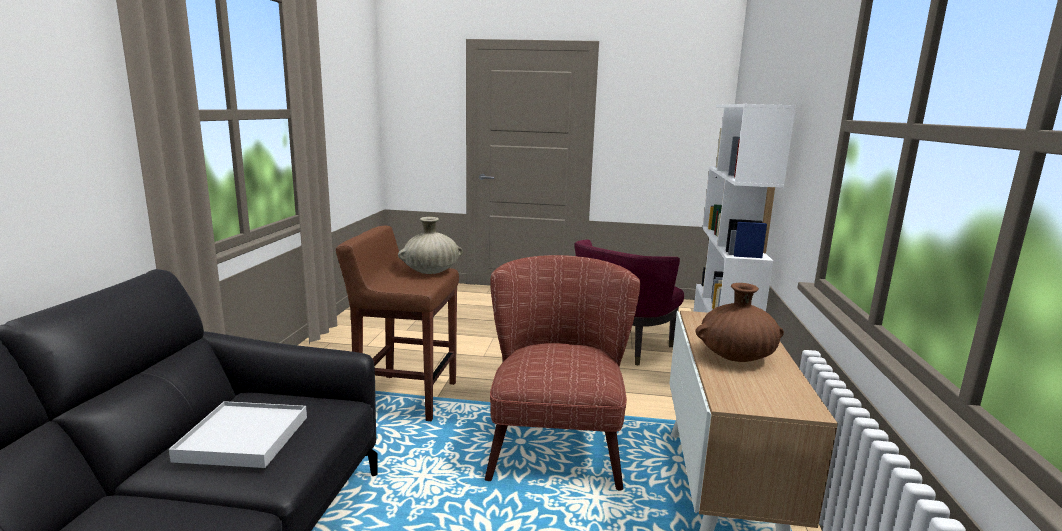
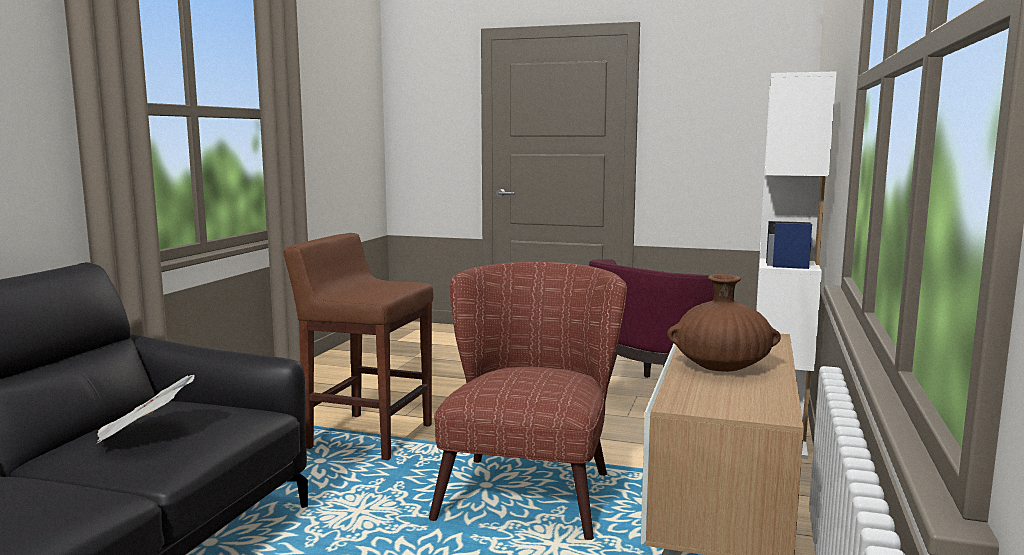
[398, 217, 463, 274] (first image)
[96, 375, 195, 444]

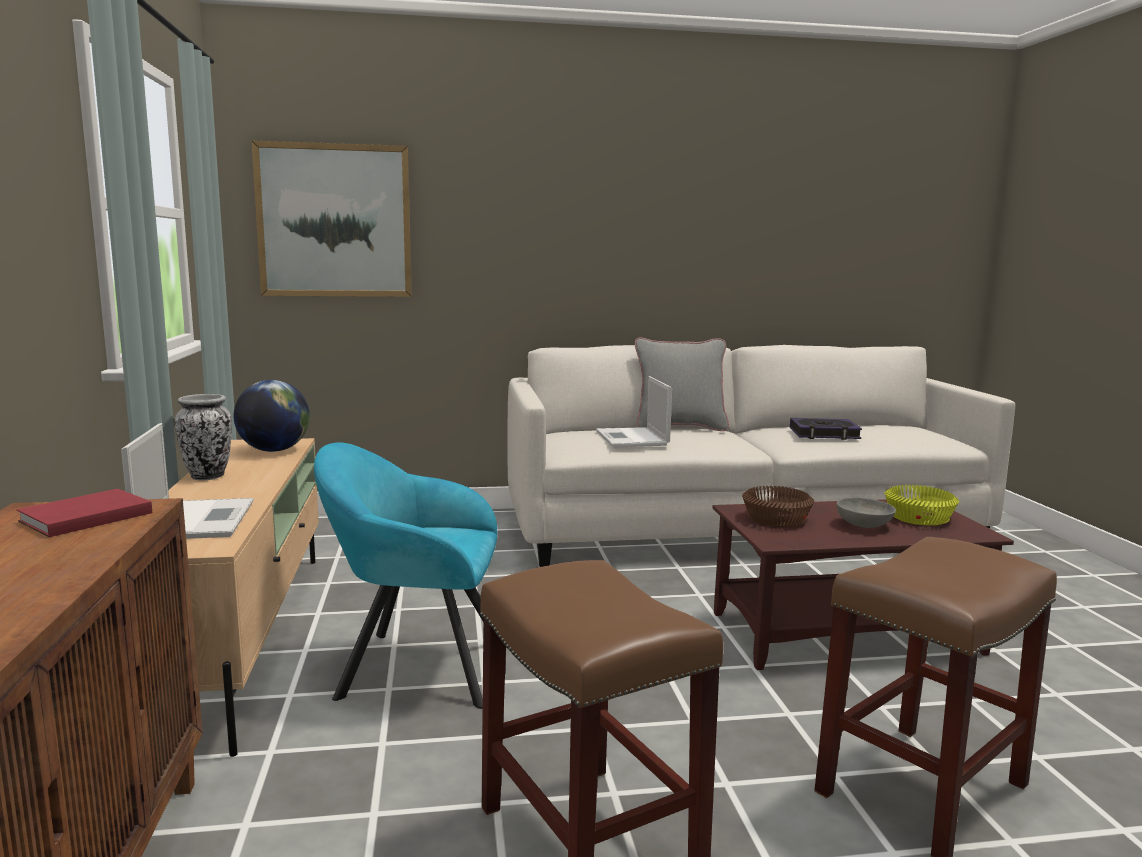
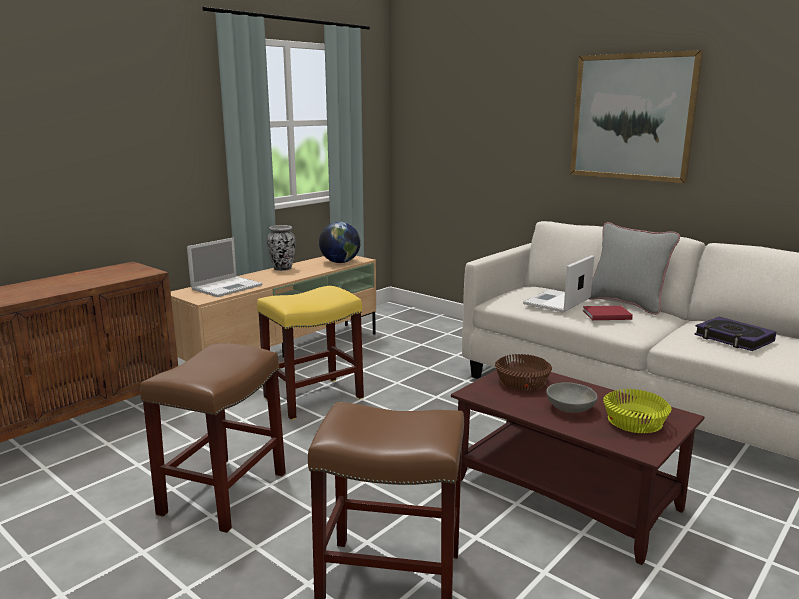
[570, 50, 703, 183]
[257, 286, 364, 420]
[583, 306, 633, 320]

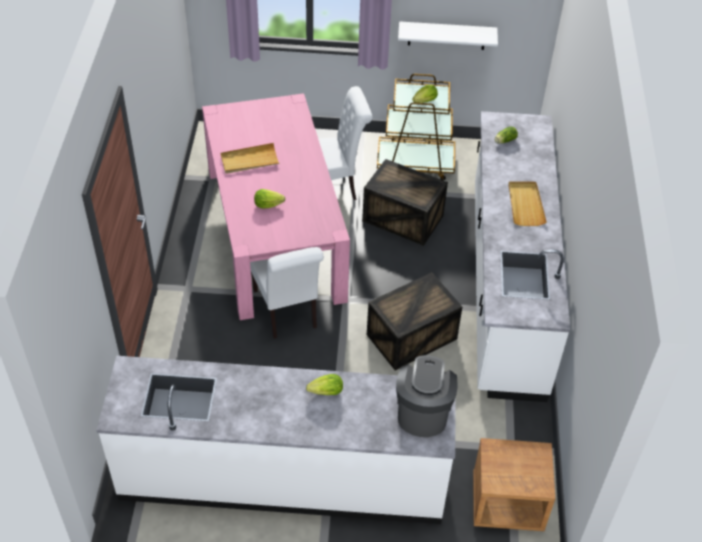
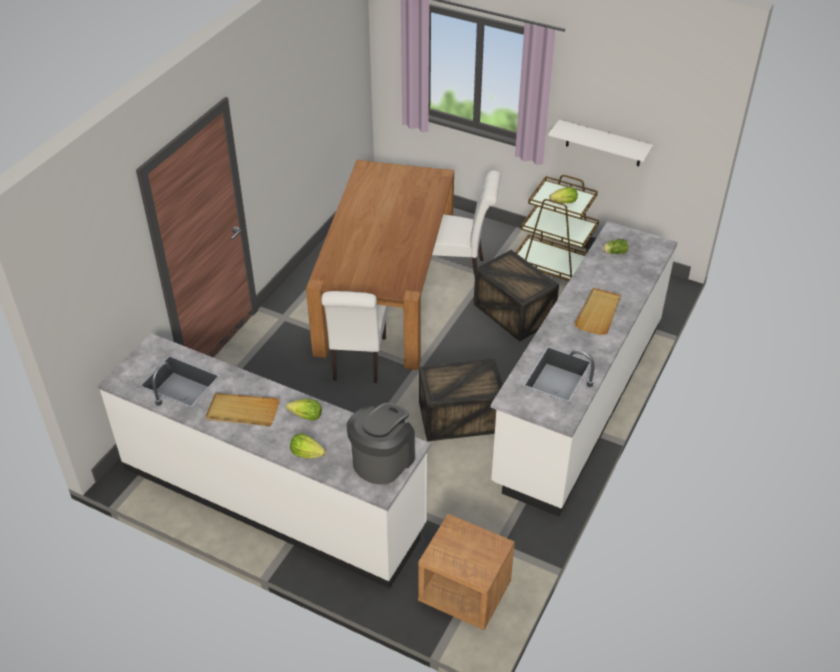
[306, 160, 454, 370]
[205, 393, 279, 427]
[290, 433, 326, 458]

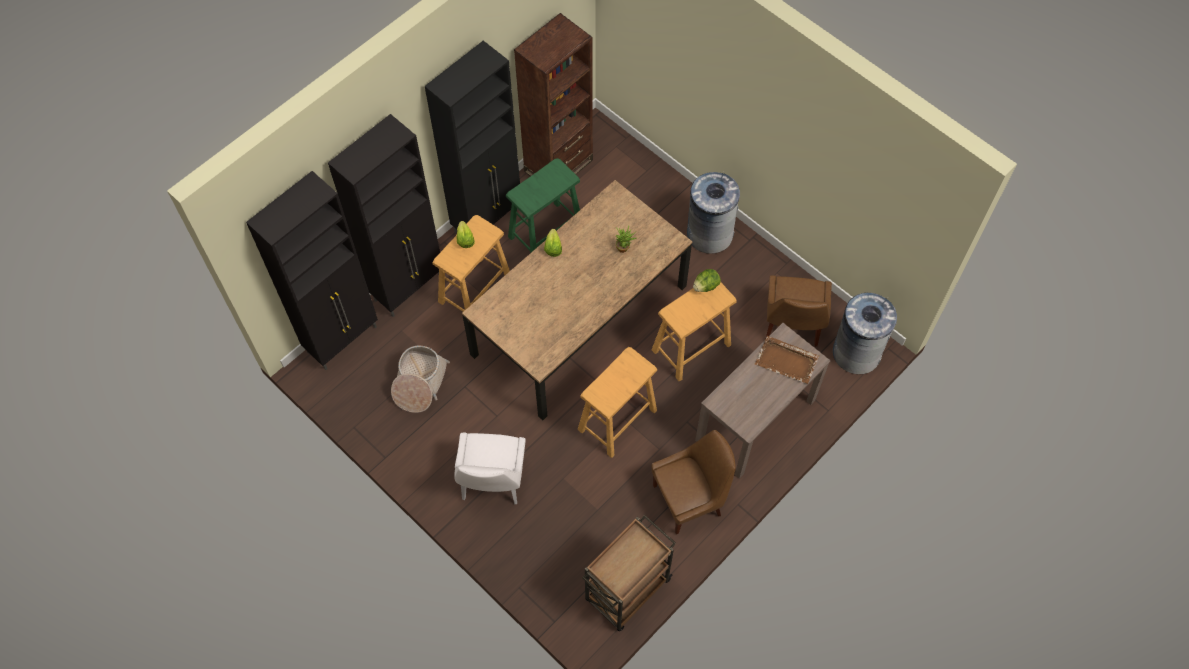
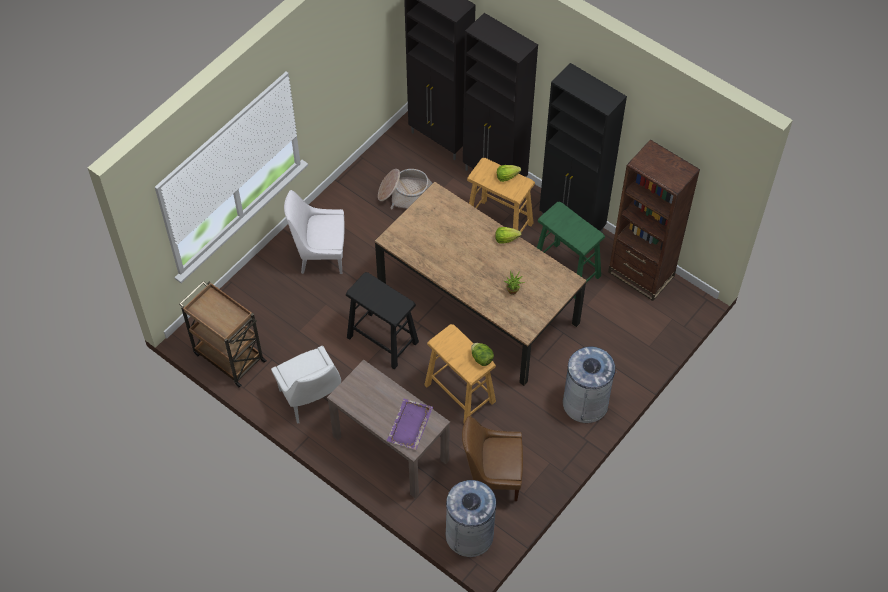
[387, 398, 433, 450]
[346, 272, 419, 369]
[271, 346, 341, 424]

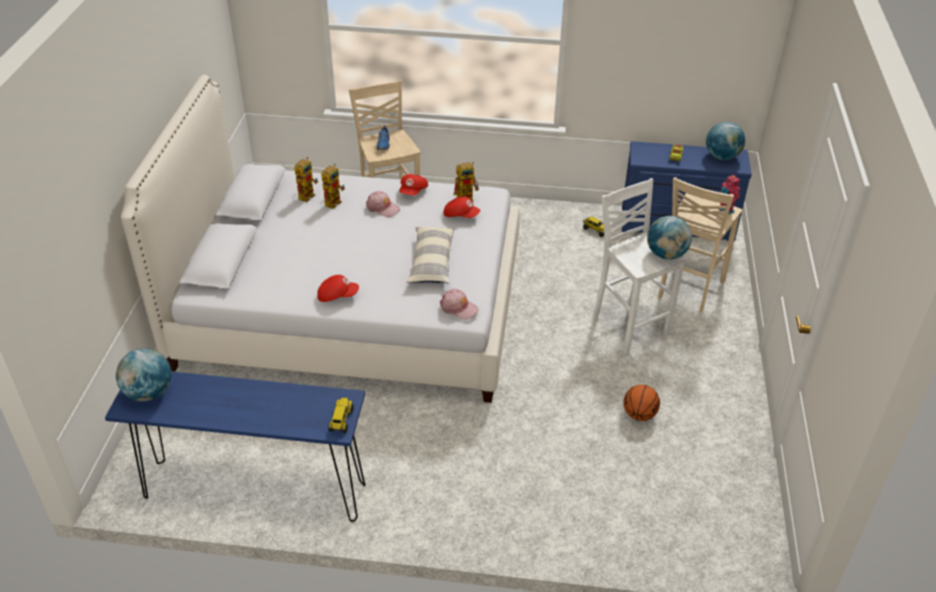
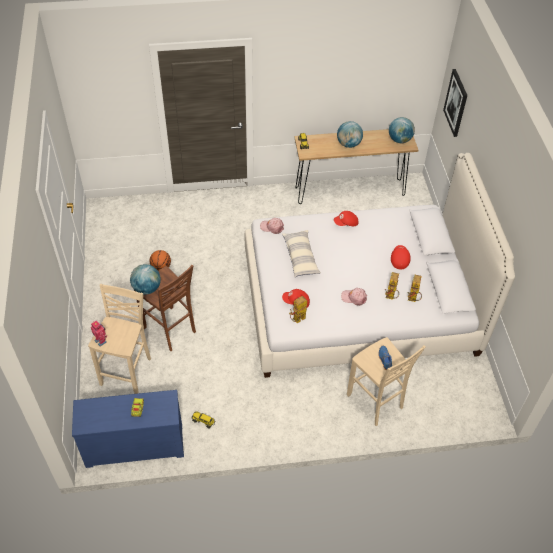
[337, 121, 363, 148]
[391, 245, 411, 270]
[134, 265, 196, 351]
[294, 129, 418, 204]
[443, 69, 468, 137]

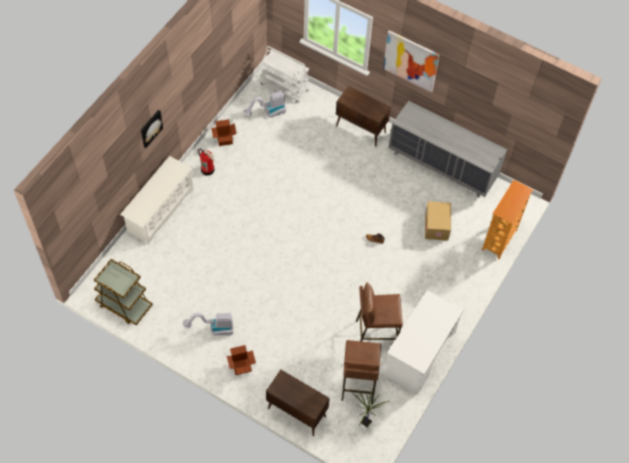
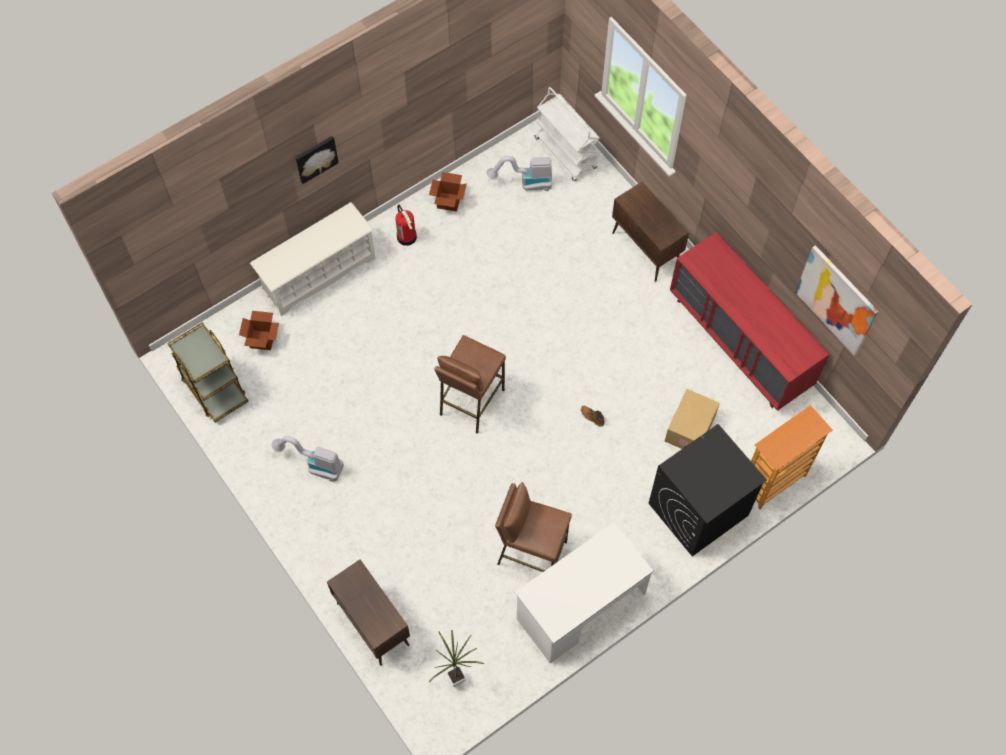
[795, 245, 879, 356]
[670, 232, 830, 411]
[434, 335, 506, 434]
[239, 311, 279, 350]
[649, 424, 767, 556]

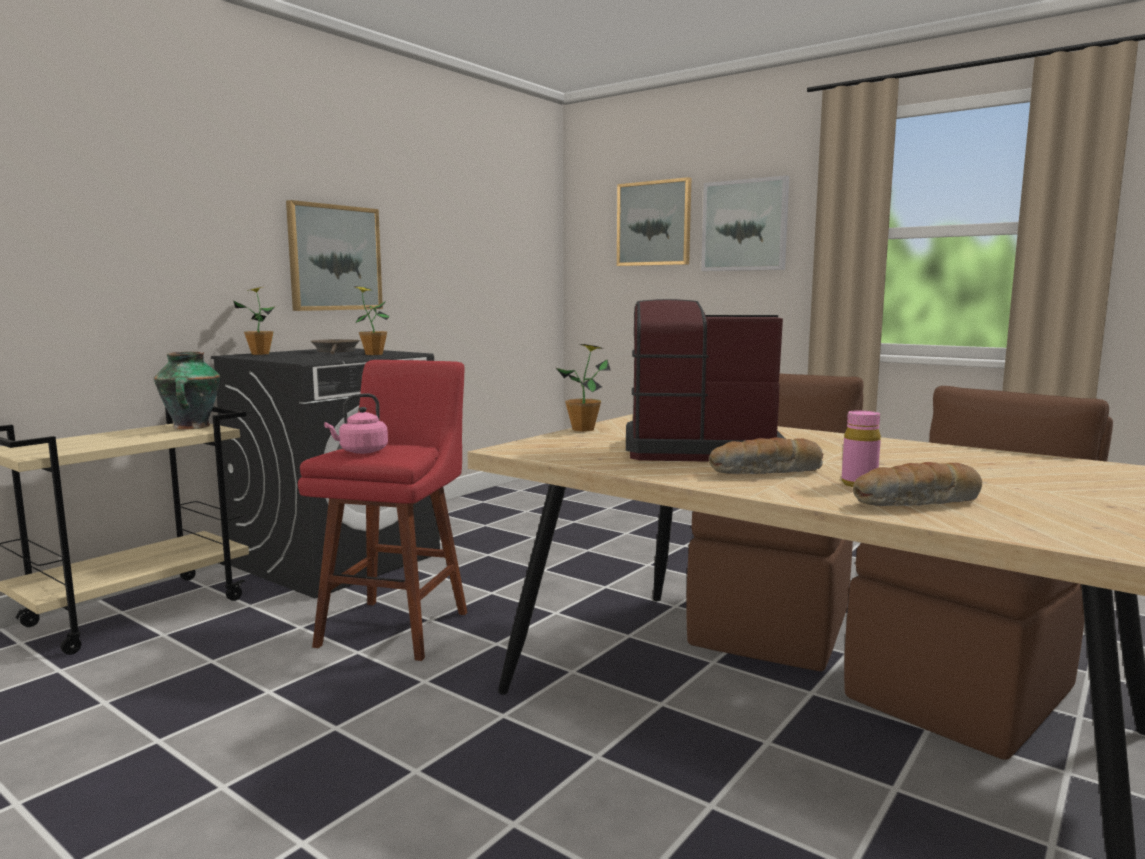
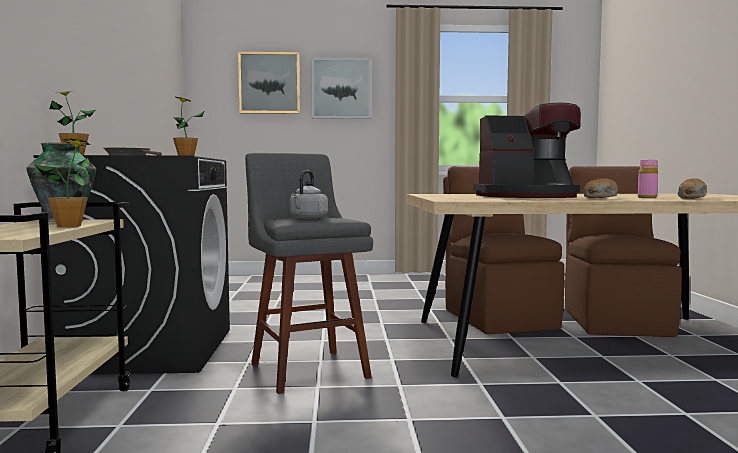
[286, 200, 383, 311] (first image)
[474, 103, 581, 198]
[35, 139, 94, 227]
[245, 153, 373, 394]
[290, 170, 328, 219]

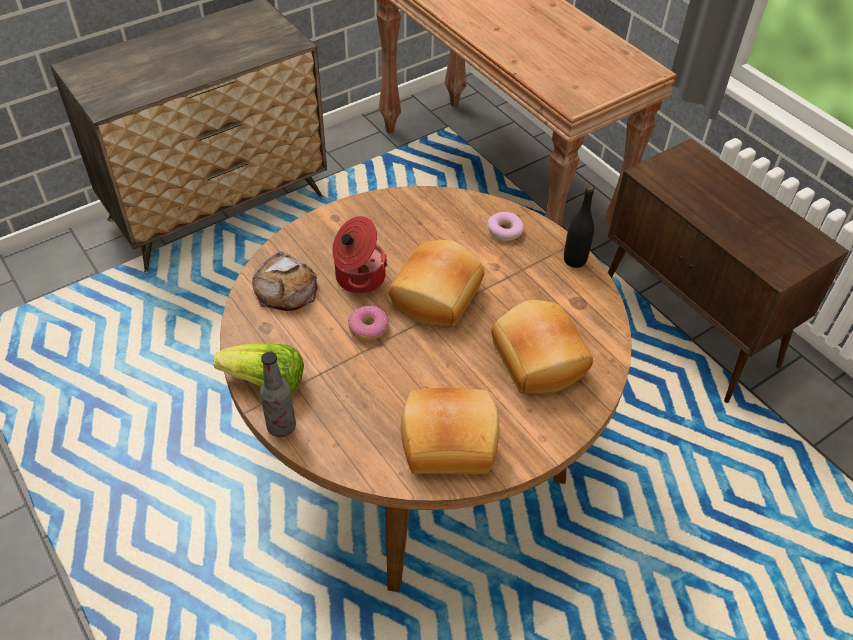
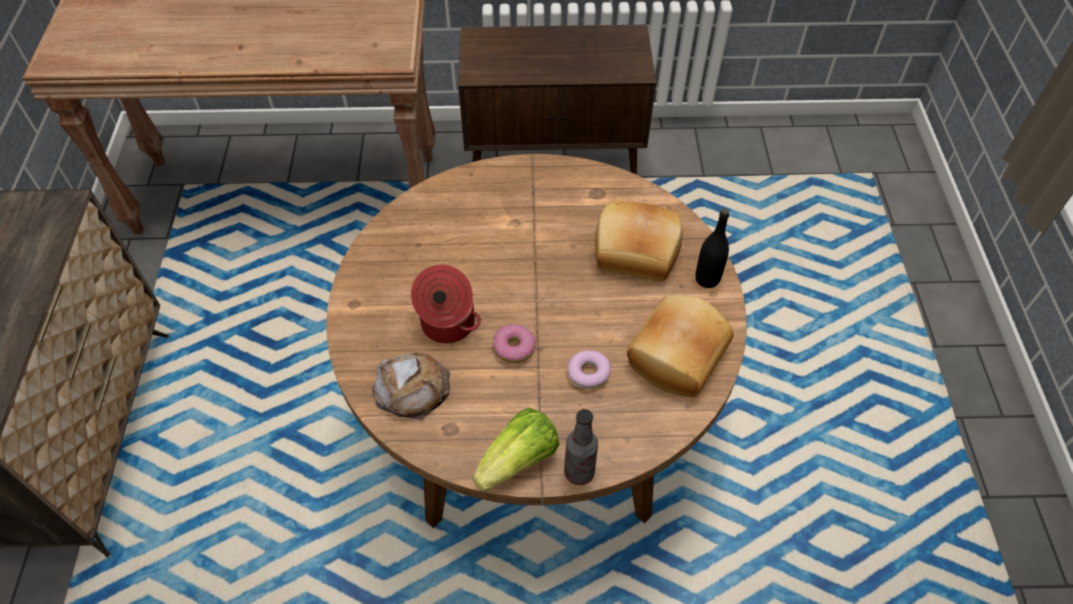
[695, 209, 729, 288]
[568, 350, 611, 389]
[389, 240, 485, 328] (first image)

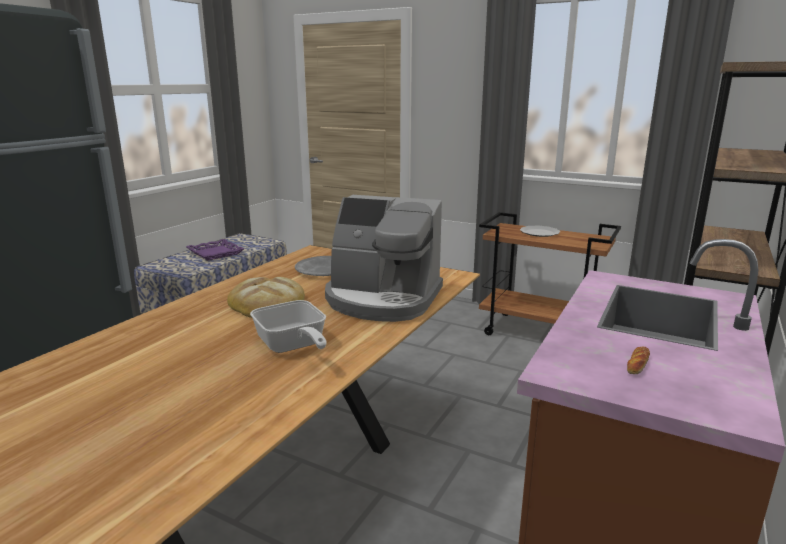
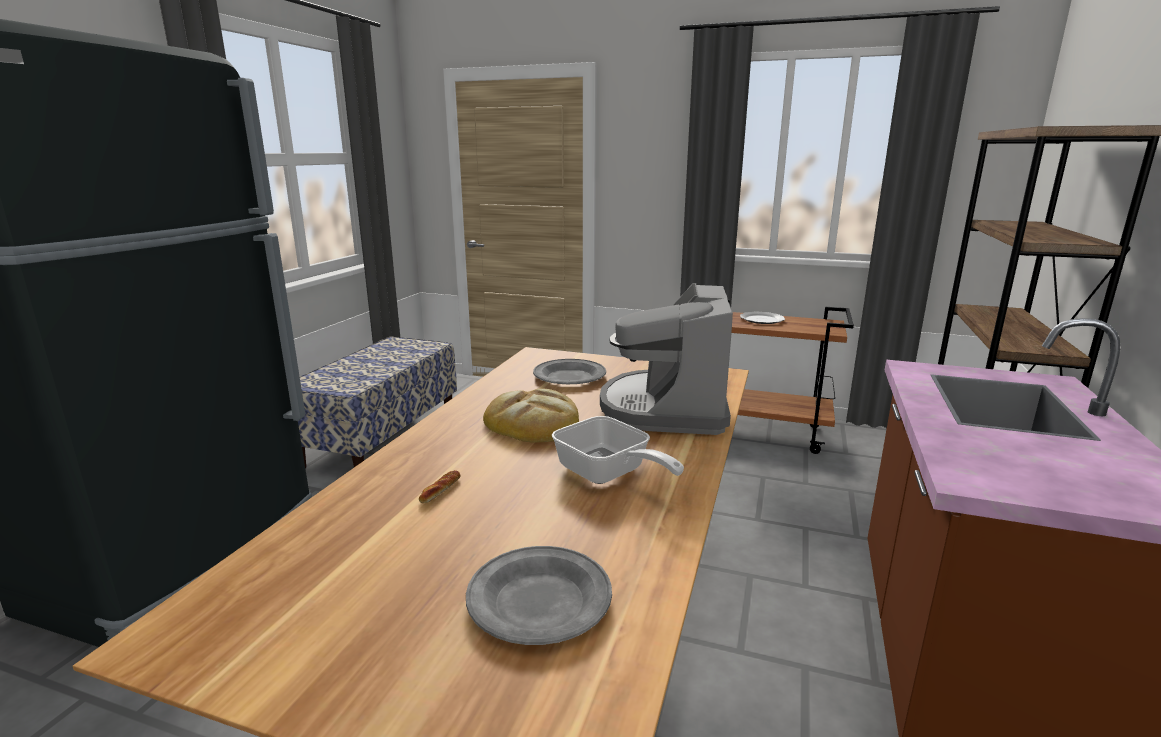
[600, 283, 733, 435]
[186, 239, 245, 261] (first image)
[419, 470, 461, 503]
[466, 546, 612, 645]

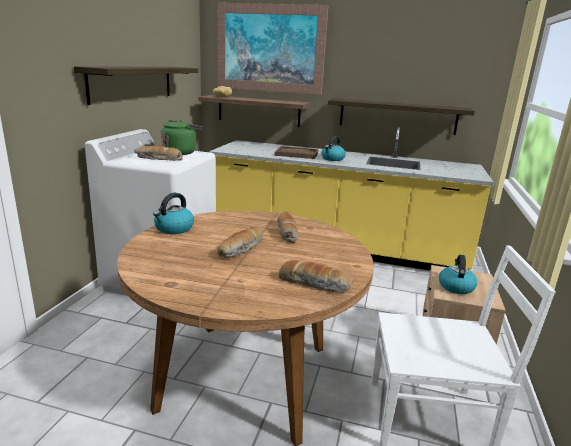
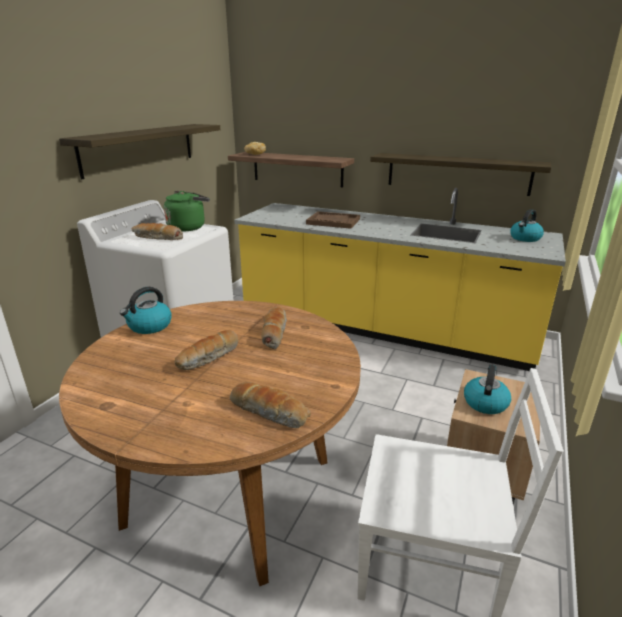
[217, 3, 328, 95] (first image)
[510, 209, 544, 242]

